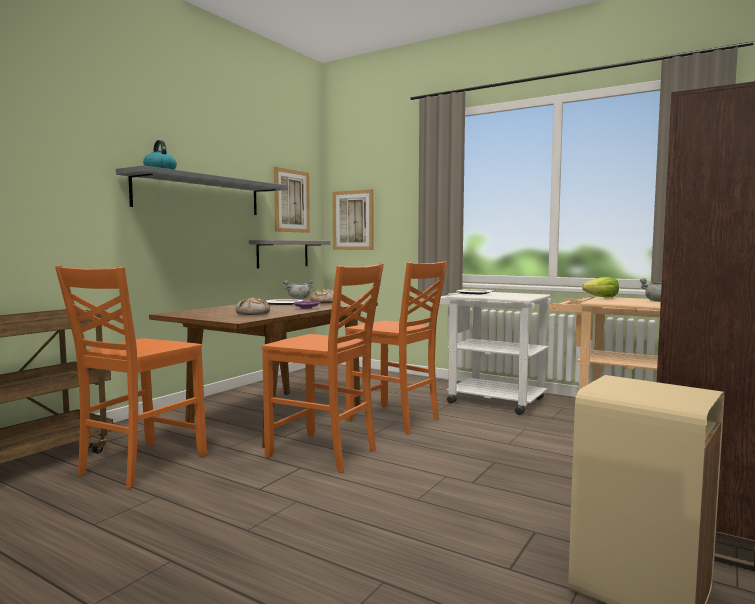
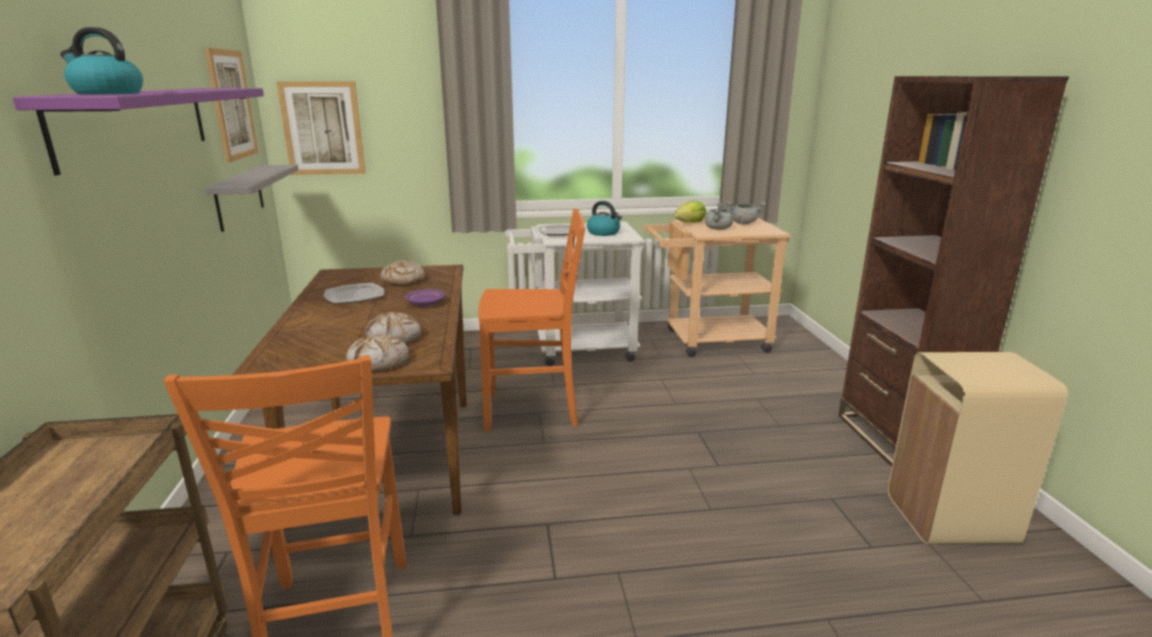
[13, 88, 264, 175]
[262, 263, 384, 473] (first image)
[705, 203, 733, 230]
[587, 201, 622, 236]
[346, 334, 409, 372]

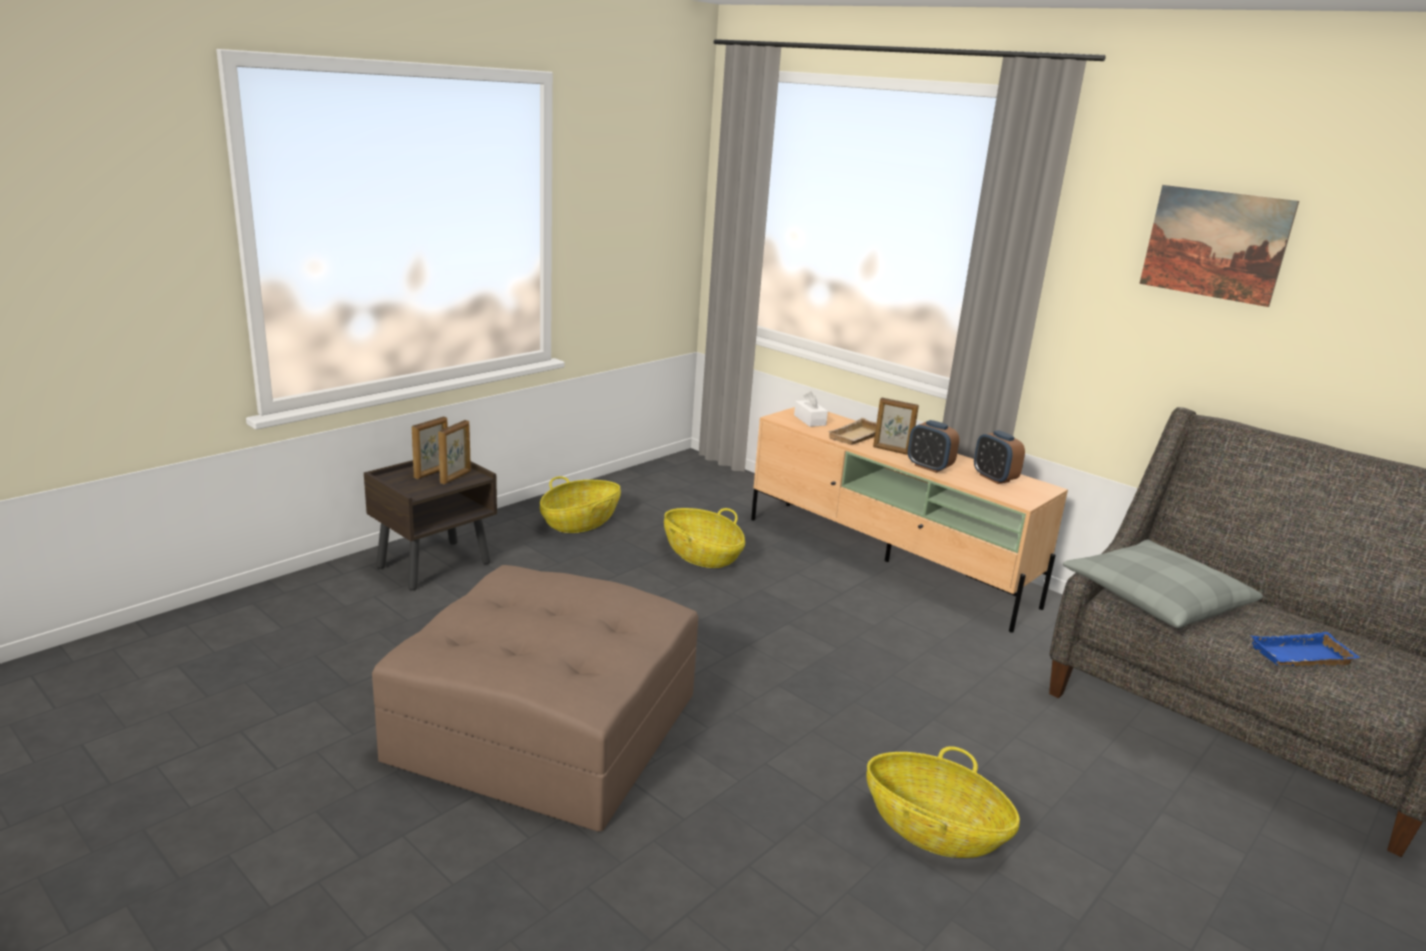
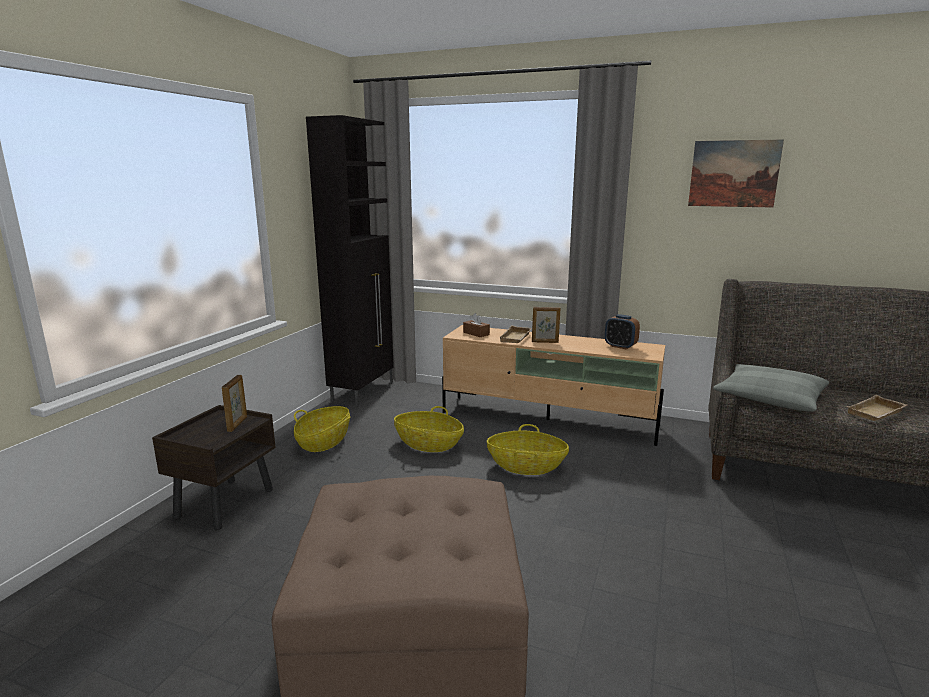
[463, 313, 490, 337]
[412, 417, 448, 479] (first image)
[908, 420, 959, 473] (first image)
[847, 395, 907, 421]
[487, 424, 569, 475]
[306, 115, 394, 407]

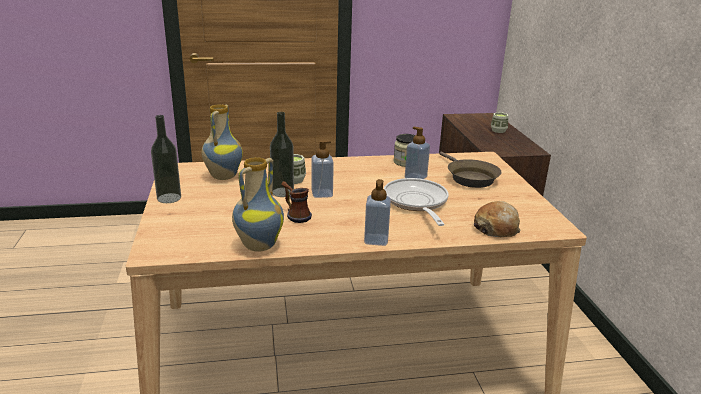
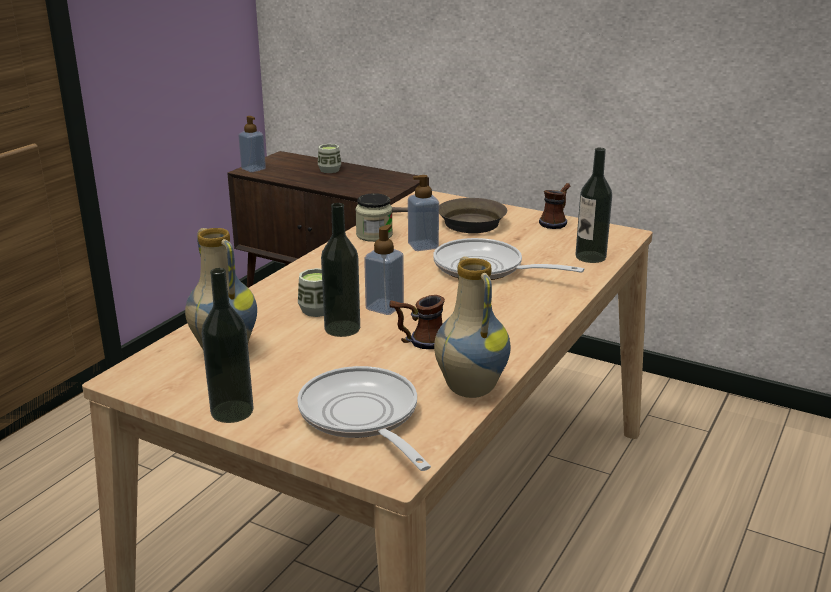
[238, 116, 266, 172]
[575, 148, 612, 263]
[539, 183, 570, 229]
[297, 366, 431, 471]

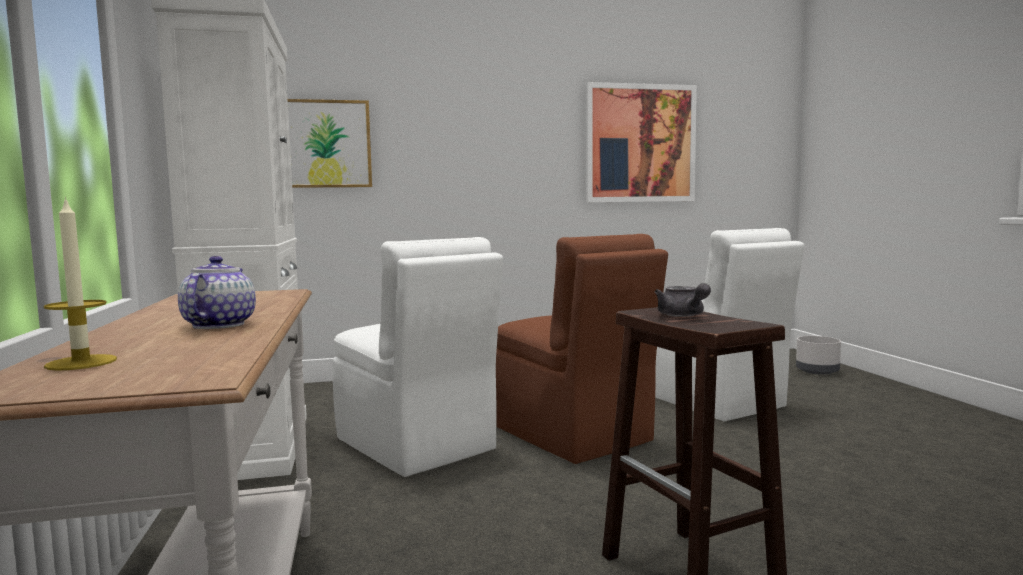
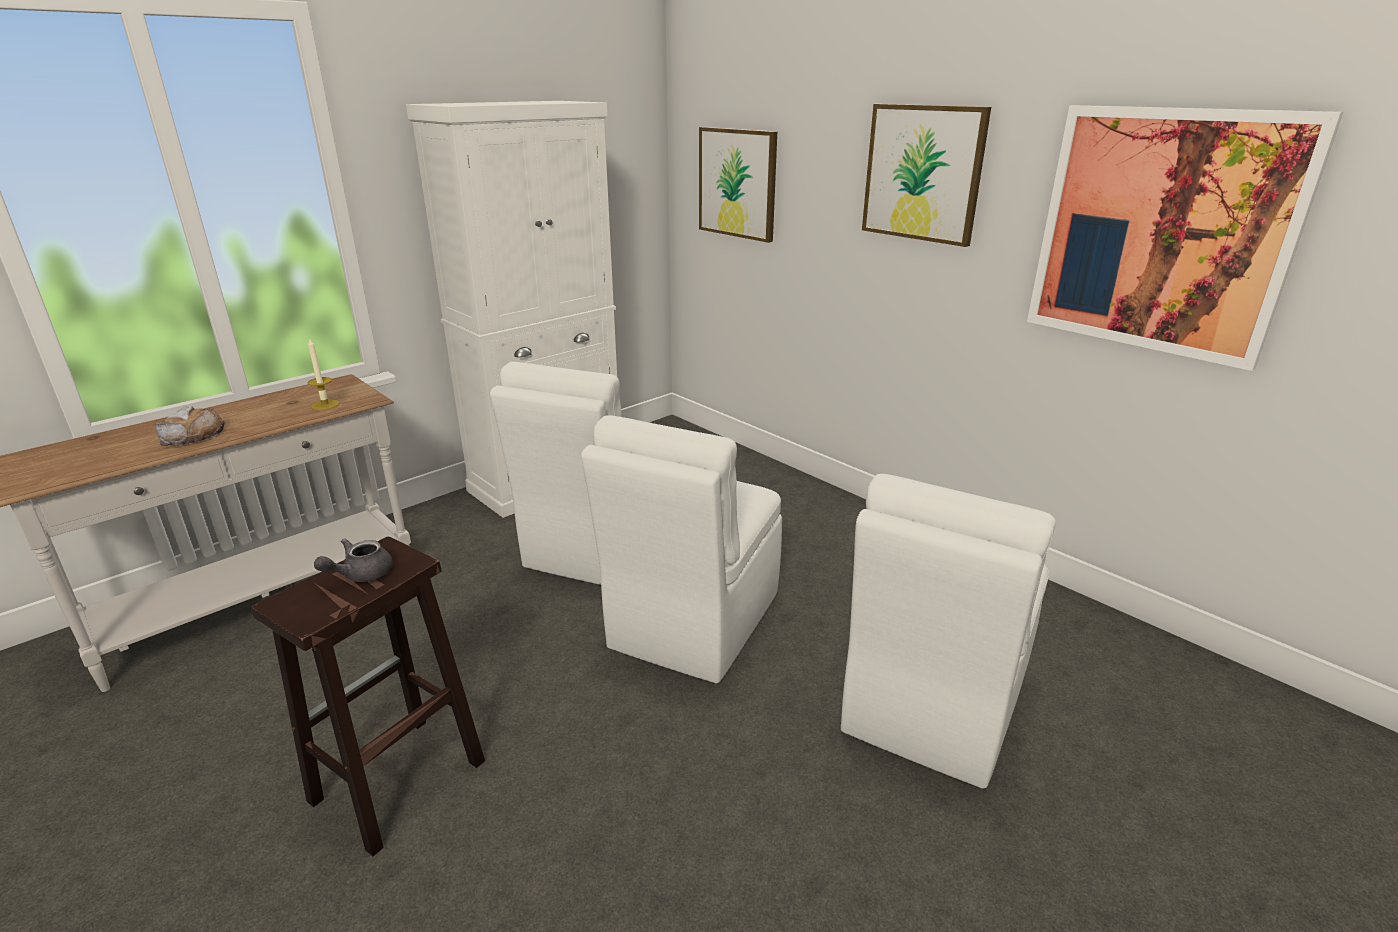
[308, 337, 339, 410]
[581, 415, 782, 684]
[155, 406, 225, 446]
[796, 336, 841, 375] (first image)
[862, 104, 991, 247]

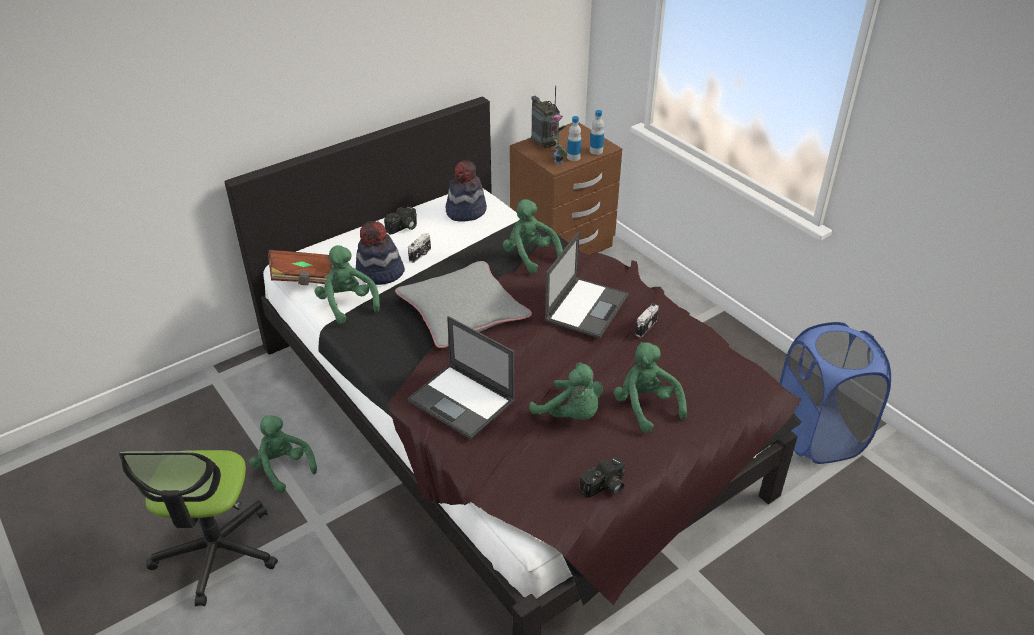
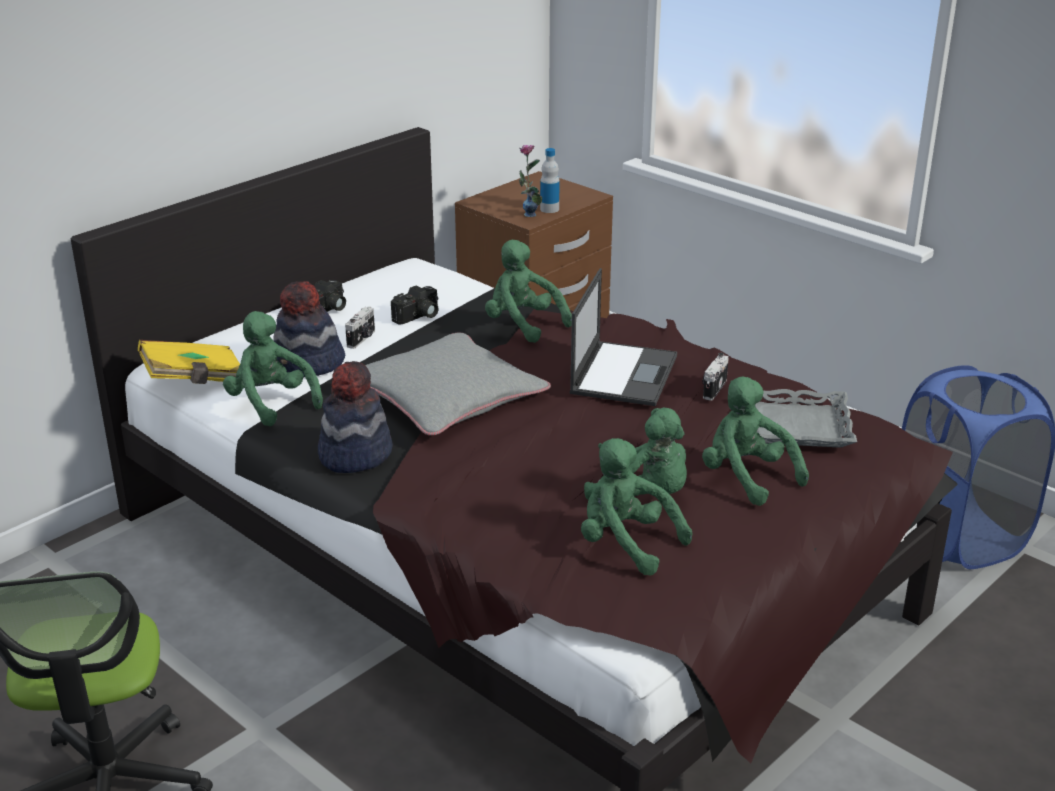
[531, 86, 560, 148] (first image)
[590, 110, 604, 155] (first image)
[318, 361, 392, 473]
[138, 340, 240, 384]
[407, 316, 515, 439] (first image)
[581, 438, 692, 576]
[391, 286, 439, 325]
[755, 389, 857, 448]

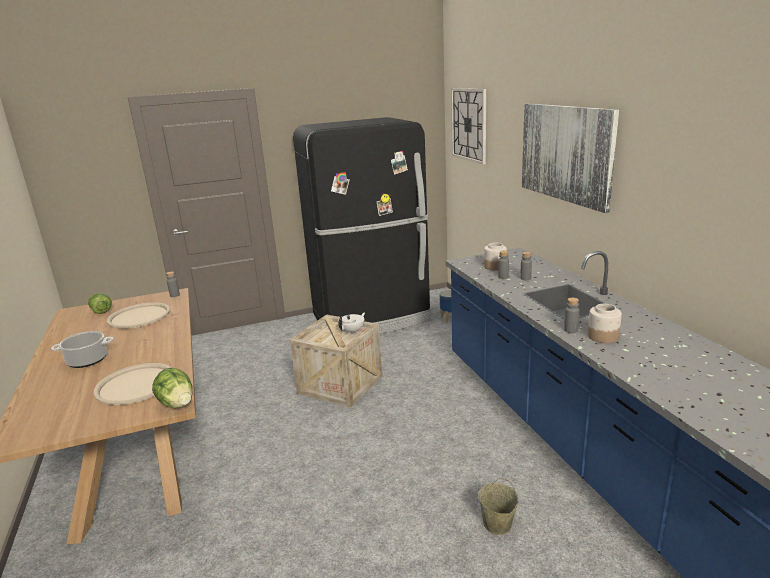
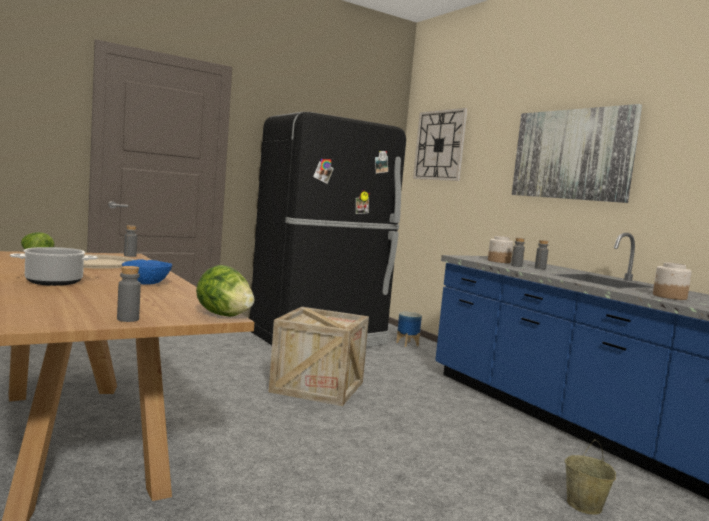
[117, 266, 141, 322]
[339, 313, 365, 334] (first image)
[94, 363, 172, 405] (first image)
[122, 259, 172, 285]

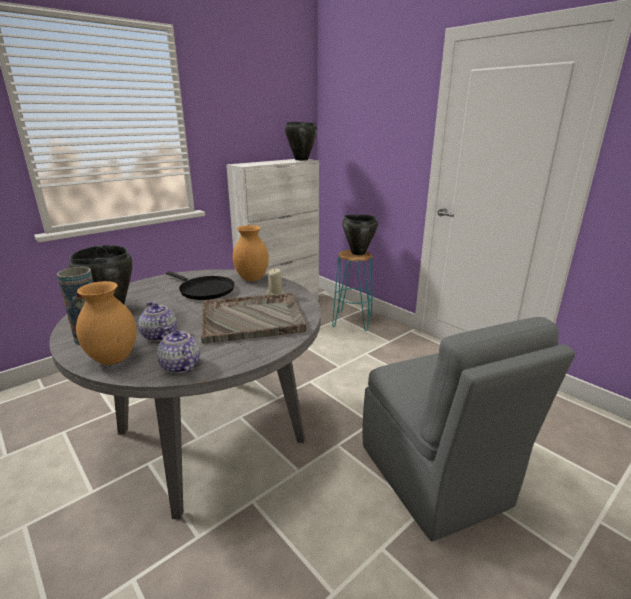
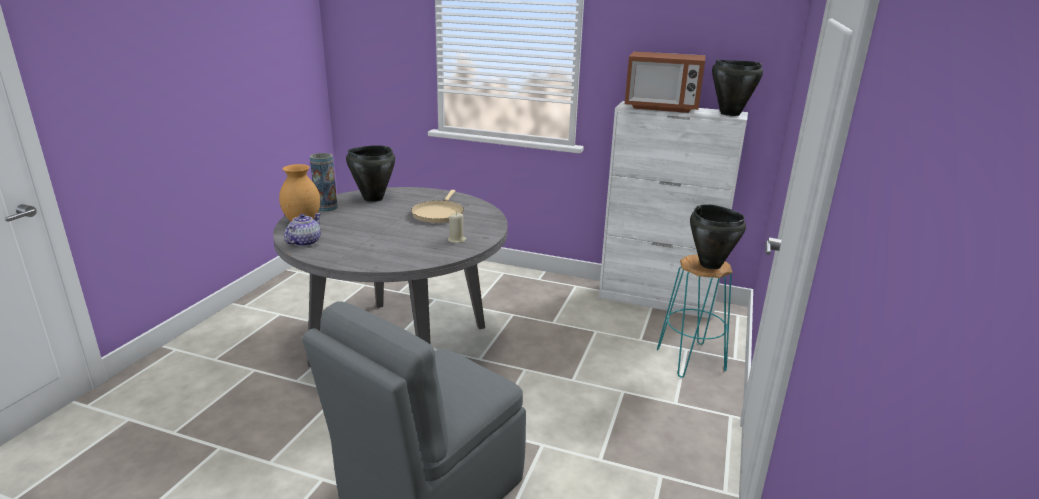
[233, 225, 269, 281] (first image)
[411, 190, 464, 223]
[201, 293, 307, 344] (first image)
[138, 302, 177, 341] (first image)
[625, 51, 706, 113]

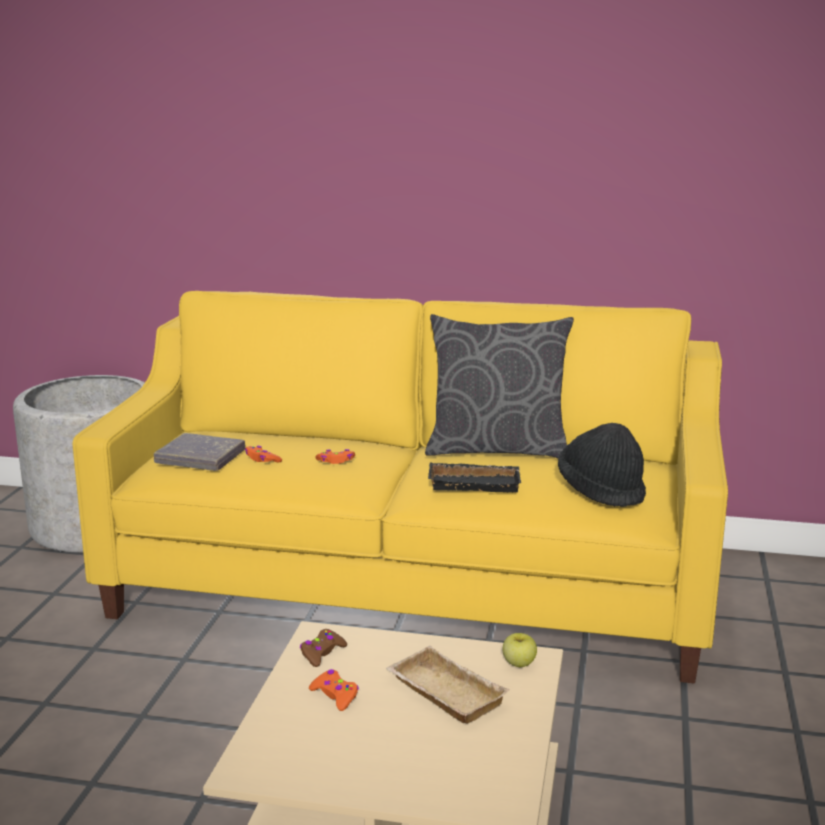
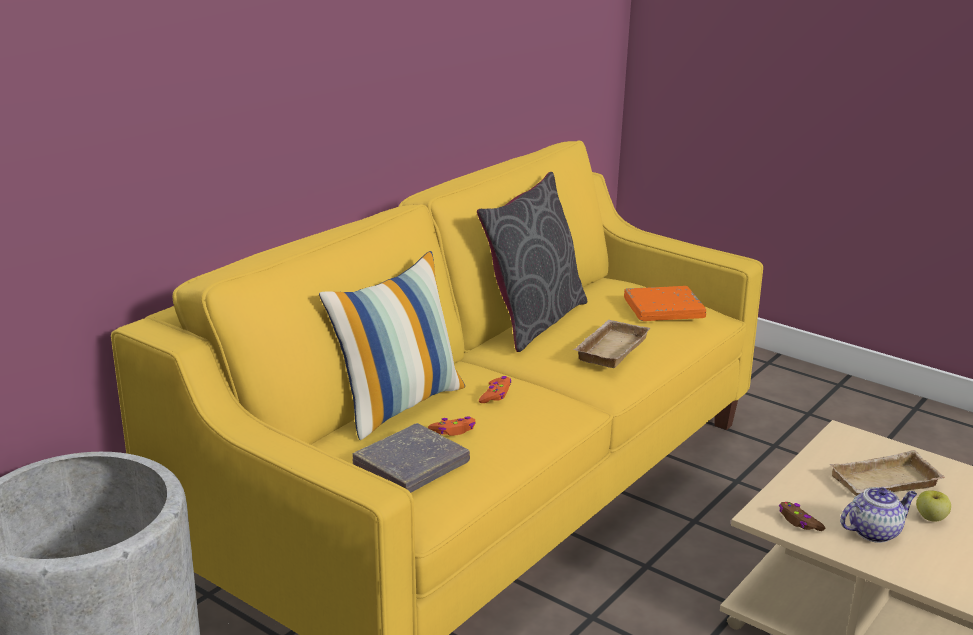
[624, 286, 706, 321]
[573, 320, 650, 368]
[916, 490, 951, 522]
[840, 487, 917, 543]
[319, 251, 465, 440]

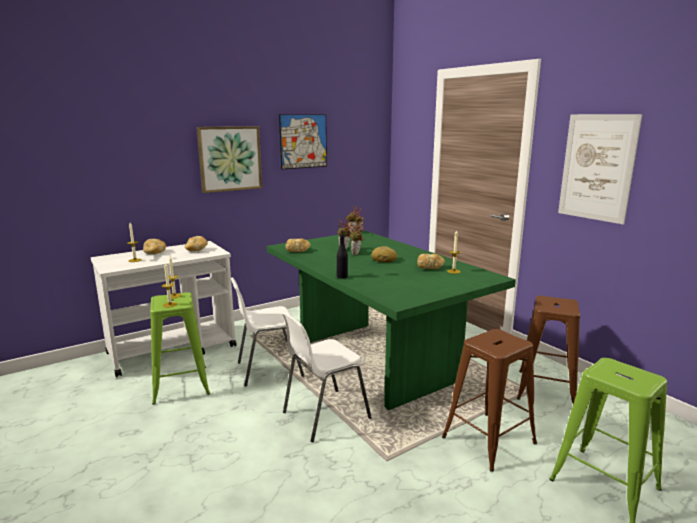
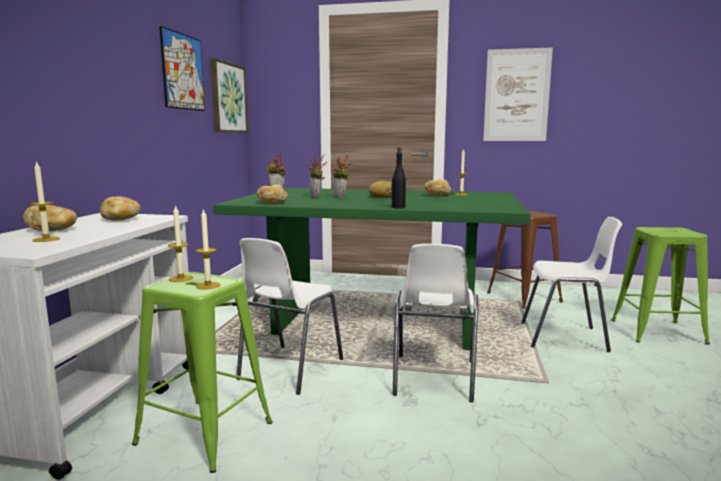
[210, 58, 248, 133]
[521, 217, 622, 352]

